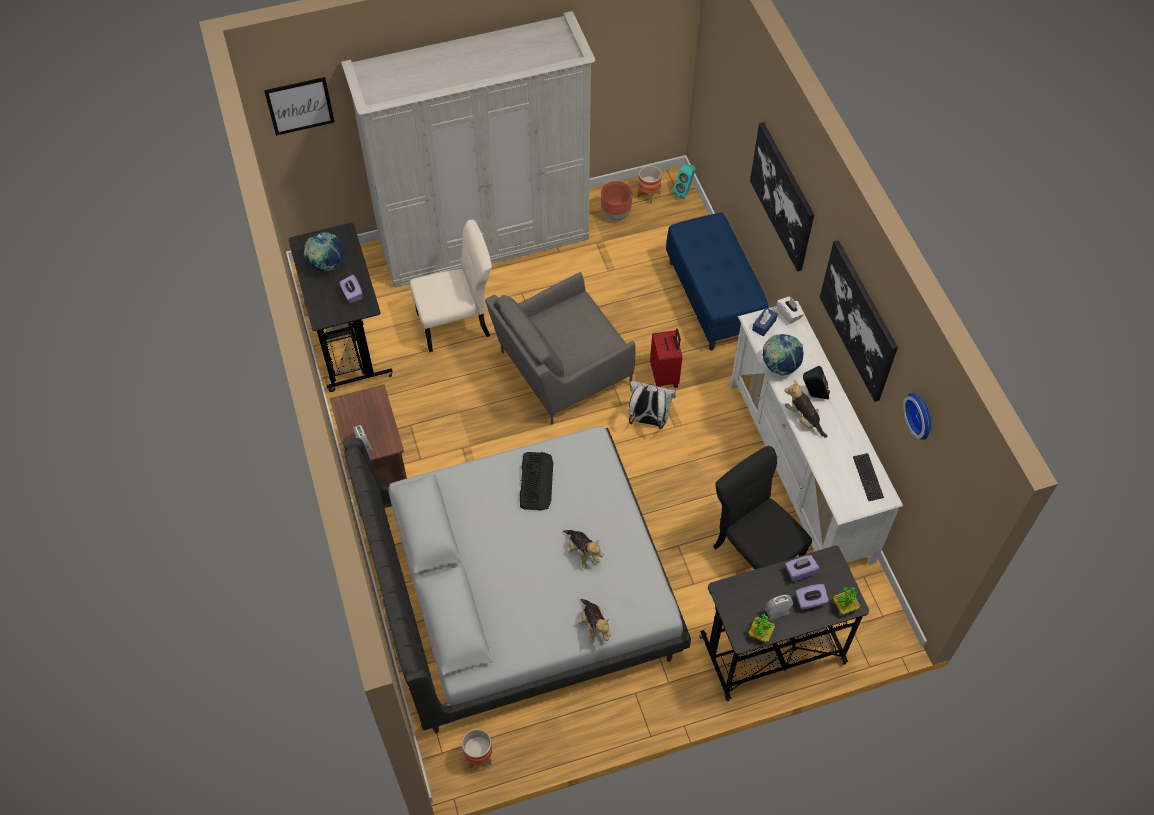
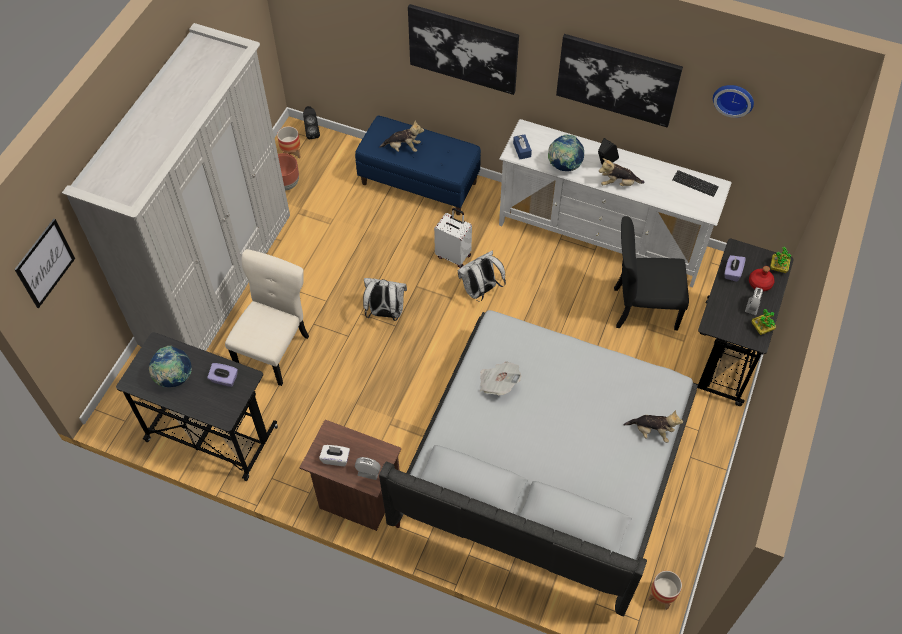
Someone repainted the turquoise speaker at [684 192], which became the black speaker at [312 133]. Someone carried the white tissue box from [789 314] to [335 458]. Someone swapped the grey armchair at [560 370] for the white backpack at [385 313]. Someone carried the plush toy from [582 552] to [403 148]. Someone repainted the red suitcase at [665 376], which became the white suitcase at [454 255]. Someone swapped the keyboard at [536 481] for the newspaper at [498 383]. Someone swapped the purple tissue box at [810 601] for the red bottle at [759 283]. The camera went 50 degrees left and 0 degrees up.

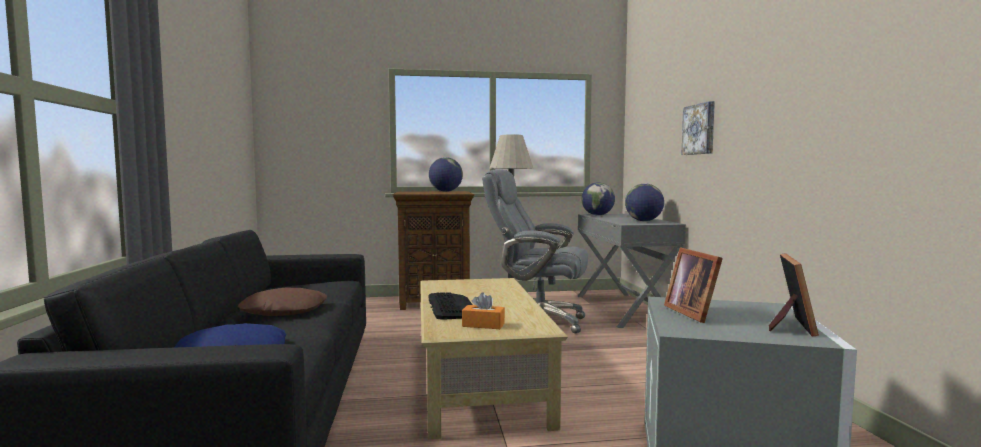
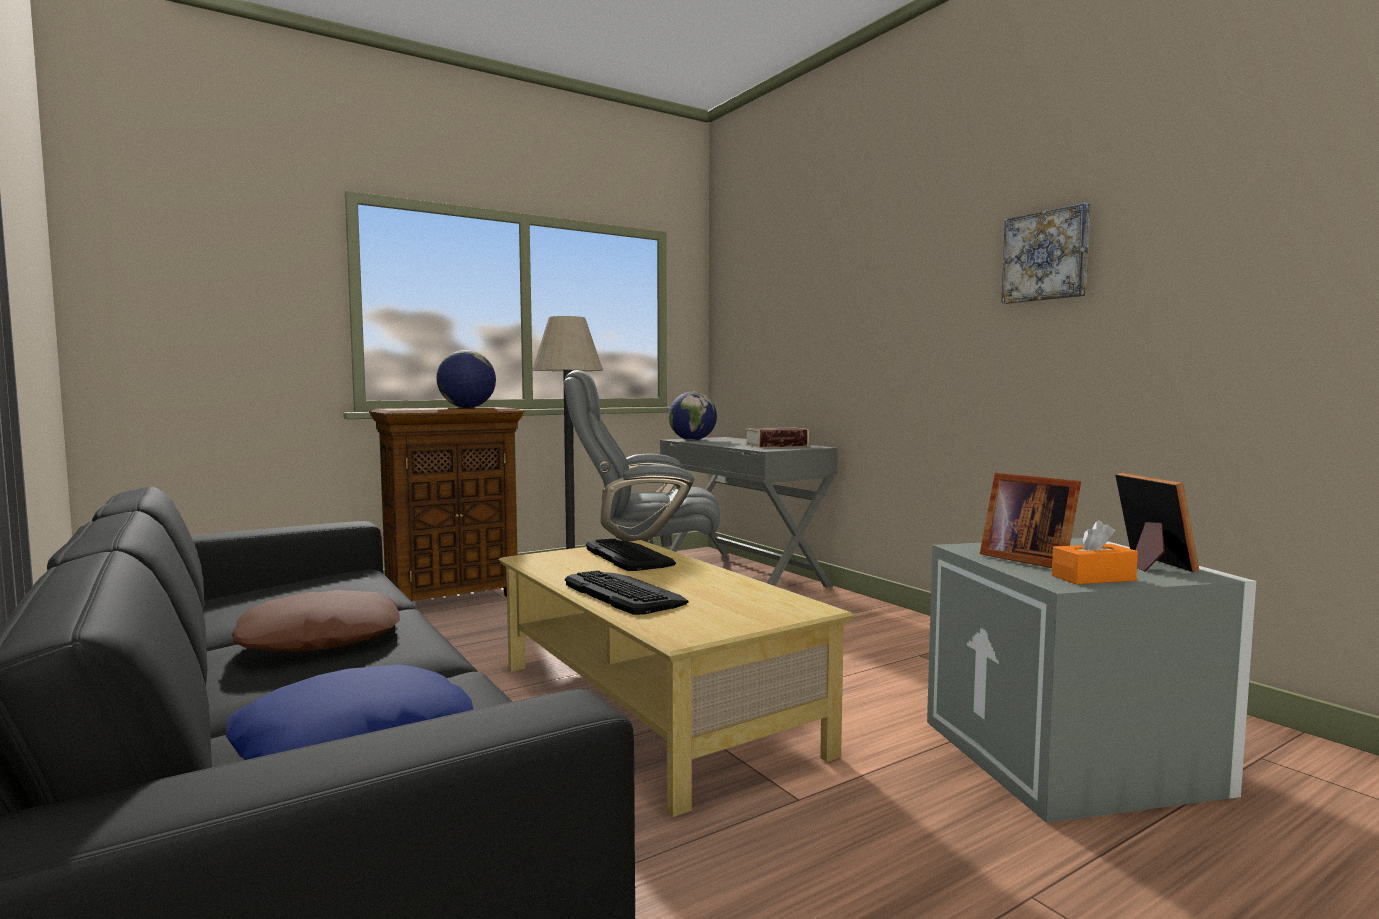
Someone put down the keyboard at [629 556]. Someone swapped the globe at [644 221] for the book at [776 445]. Someone carried the picture from [700 129] to [1046 256]. Someone carried the orange tissue box from [483 325] to [1093 578]. The camera went 25 degrees left and 0 degrees up.

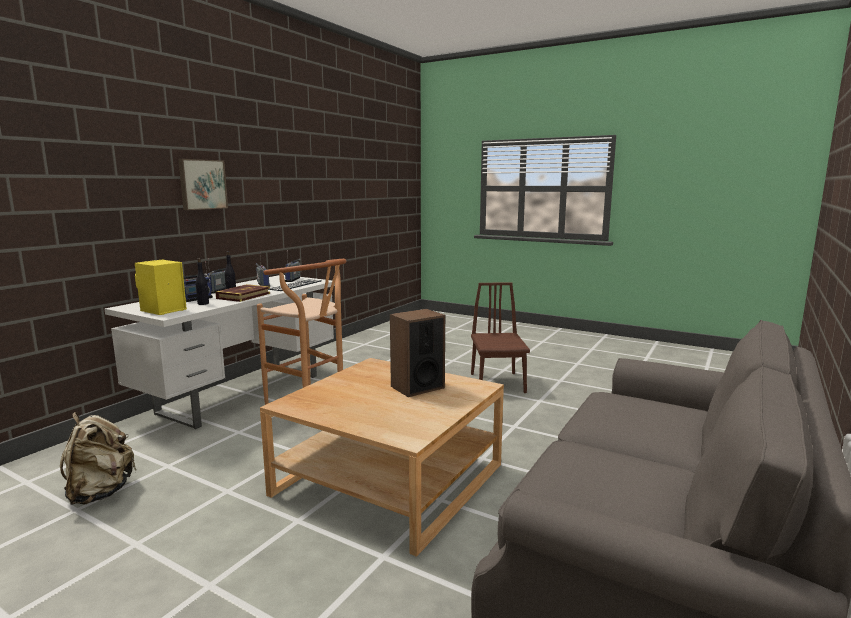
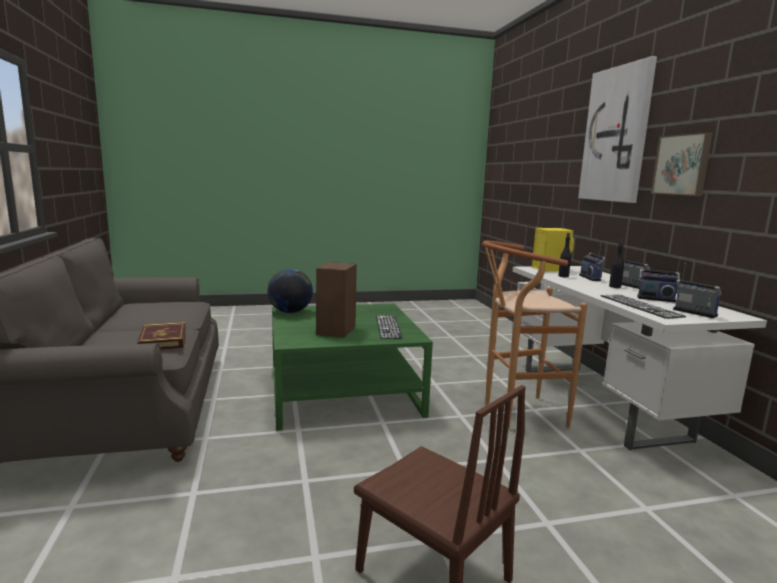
Someone carried the book from [243 296] to [163 340]. Someone put down the globe at [290 312]. Someone repainted the beige coffee table at [389 479], which became the green coffee table at [343 391]. Someone put down the keyboard at [388 327]. Someone put up the picture at [616 135]. Someone took away the beige backpack at [100 493]. The camera went 135 degrees right and 0 degrees up.

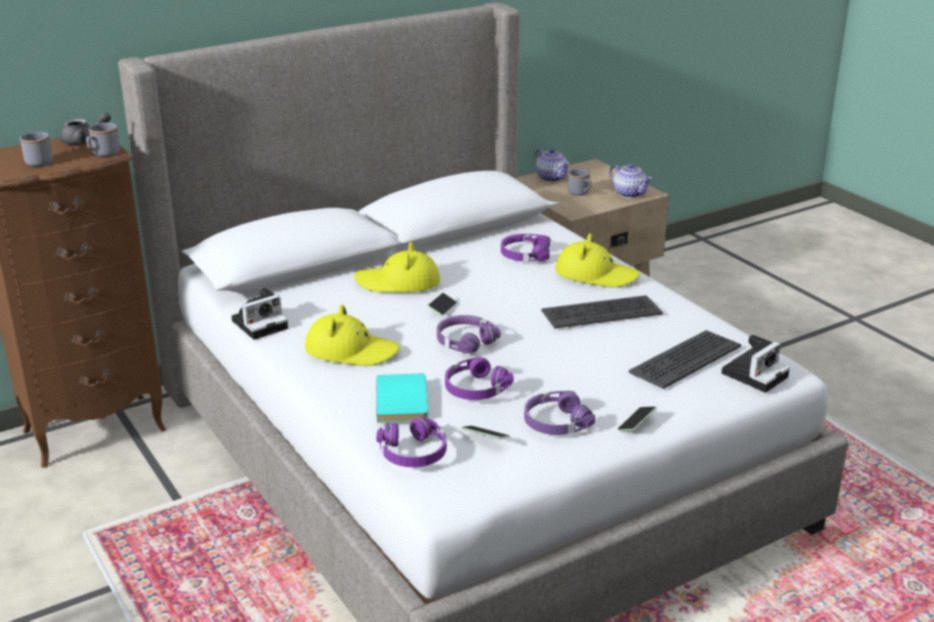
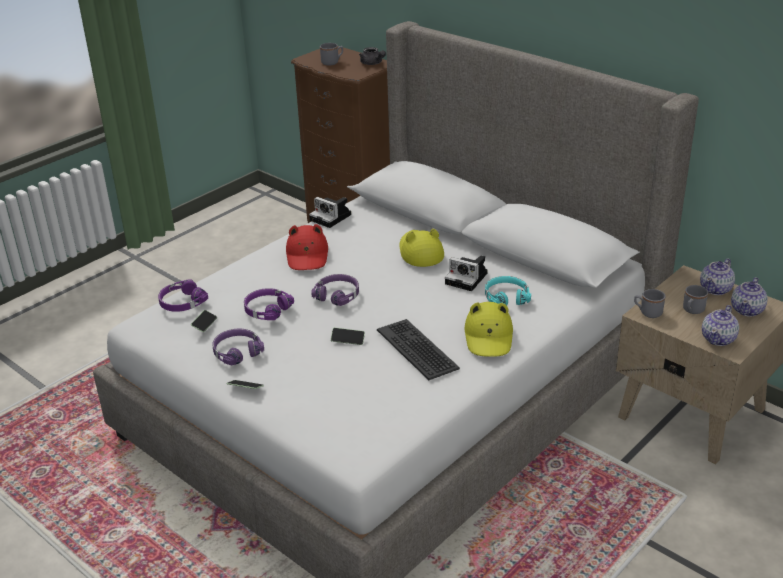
Someone repainted the yellow hat at [351 350], which became the red hat at [307 255]. Someone carried the phone from [442 309] to [348 340]. Someone carried the photo camera from [755 374] to [468 278]. Someone repainted the purple headphones at [525 255], which became the turquoise headphones at [506 297]. Someone carried the grey mug from [103 154] to [647 312]. Someone put down the teapot at [747 310]. Someone took away the turquoise book at [404 401]. Someone took away the keyboard at [684 359]. The camera went 75 degrees right and 5 degrees up.

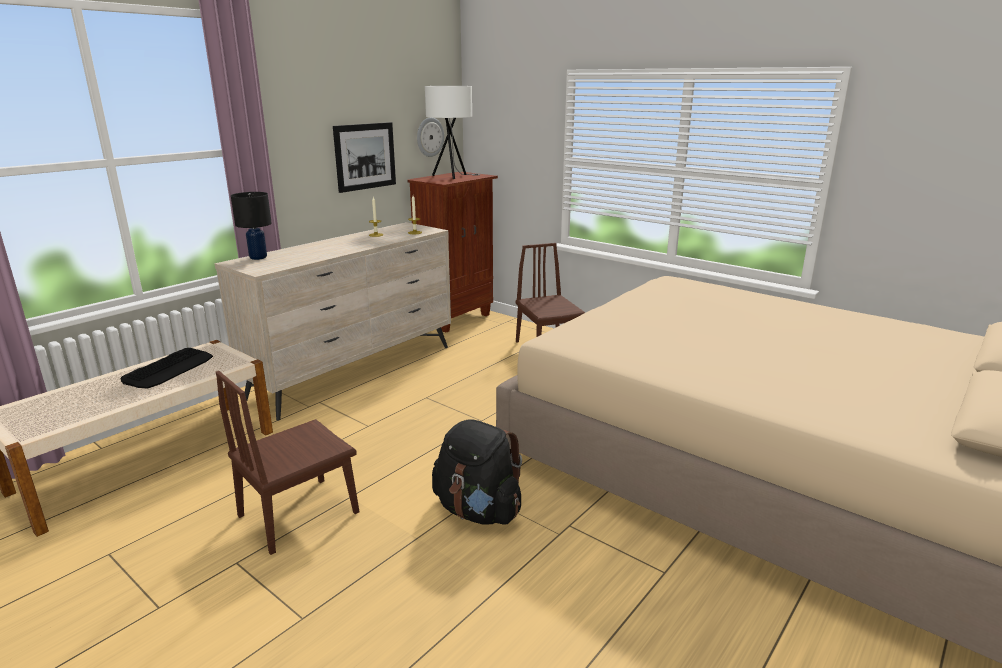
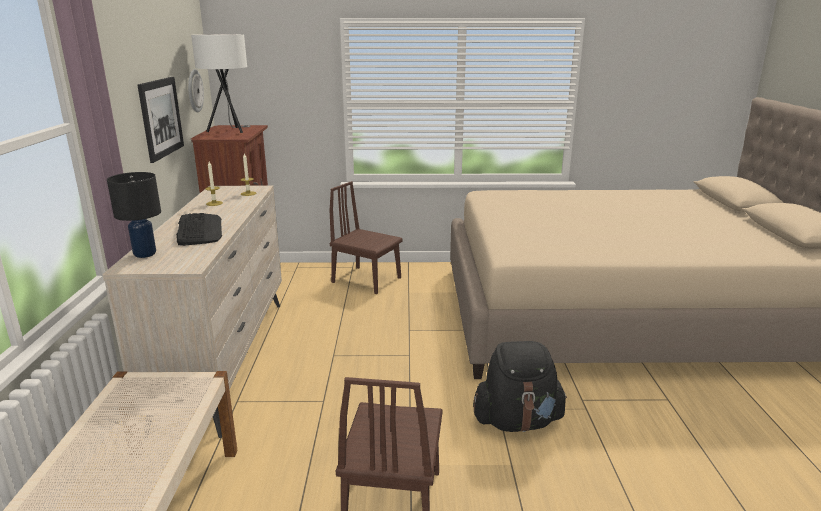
Someone carried the keyboard from [169 369] to [199 230]. The camera went 40 degrees left and 0 degrees up.

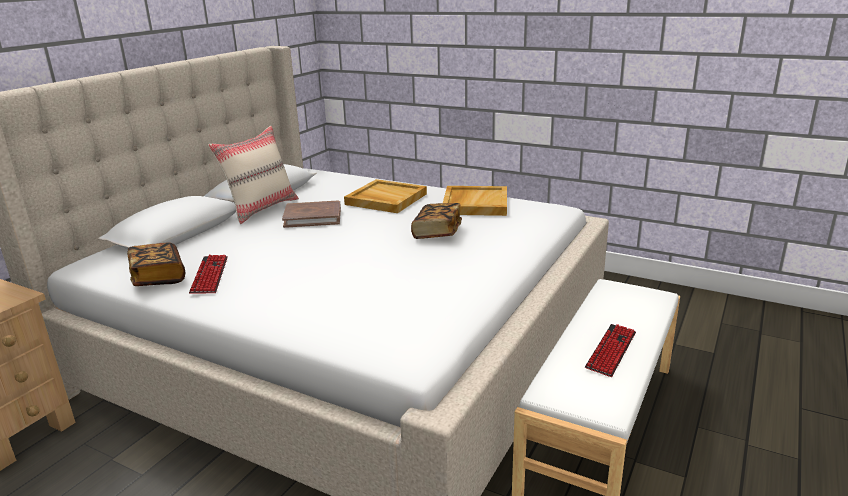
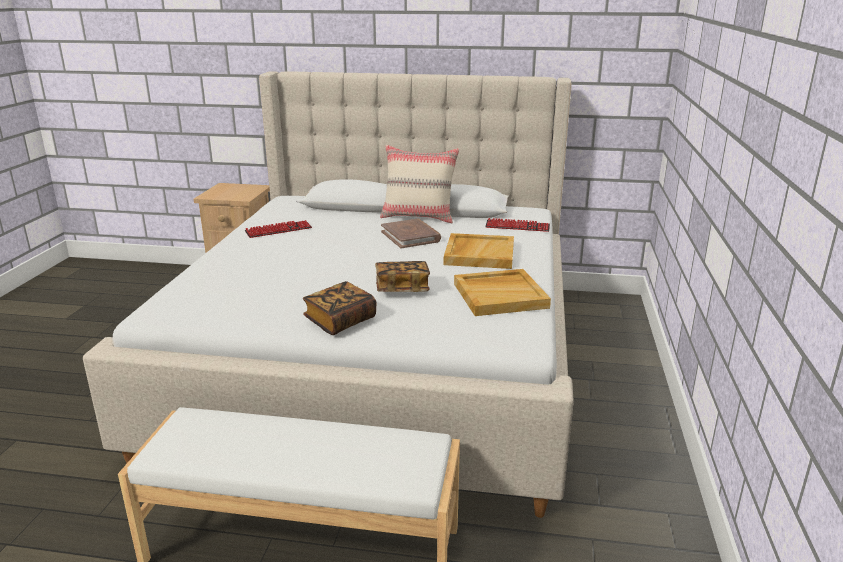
Someone carried the book from [158 277] to [340 321]. Someone carried the keyboard from [611 351] to [517 227]. The camera went 70 degrees right and 0 degrees up.

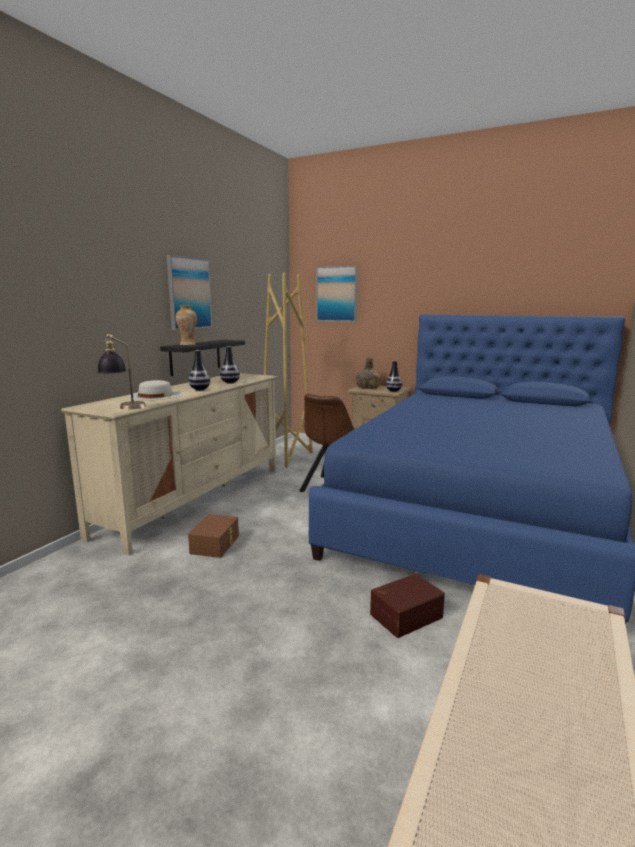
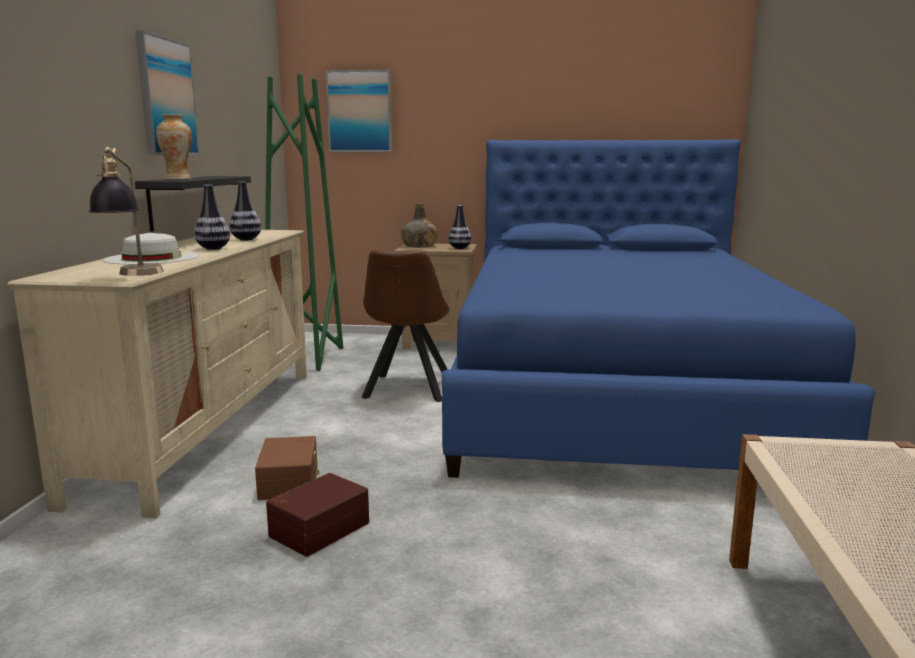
Someone repainted the yellow clothes rack at [286 457], which became the green clothes rack at [308 358]. Someone carried the brown storage box from [405 615] to [318 528]. The camera went 20 degrees left and 0 degrees up.

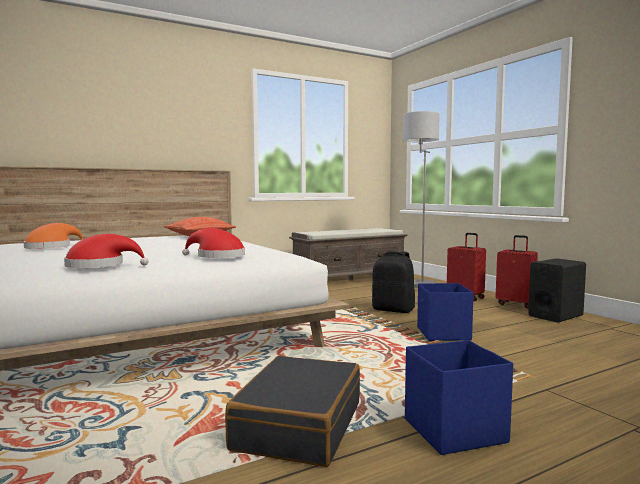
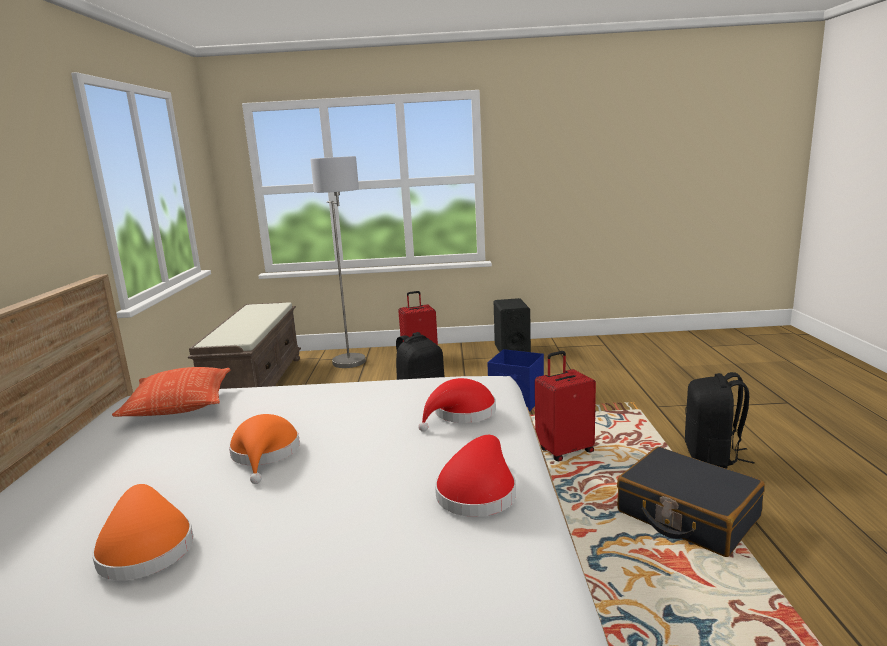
Someone put down the orange hat at [265 454]. Someone carried the red suitcase from [516 304] to [564 450]. Someone swapped the blue storage box at [453 431] for the black backpack at [712 456]. The camera went 60 degrees left and 10 degrees up.

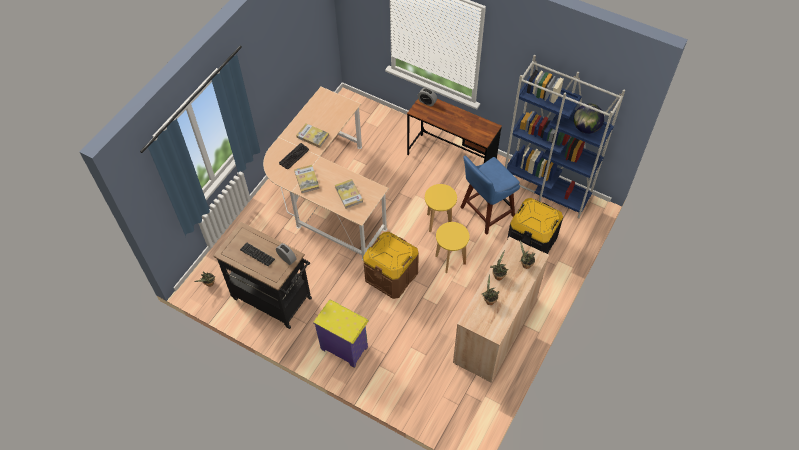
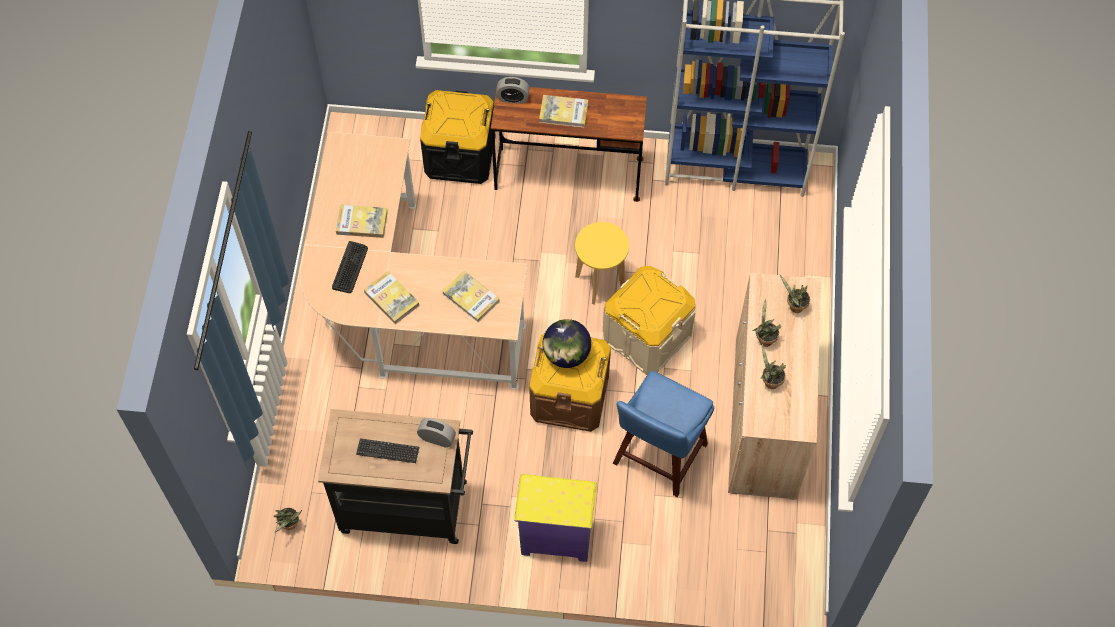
Someone carried the black storage box from [531 241] to [460 155]. Someone put down the book at [563 112]. Someone carried the globe from [585 128] to [566 354]. Someone swapped the yellow stool at [450 260] for the beige storage box at [647 336]. Someone carried the blue chair from [485 213] to [657 457]. The camera went 25 degrees left and 5 degrees up.

